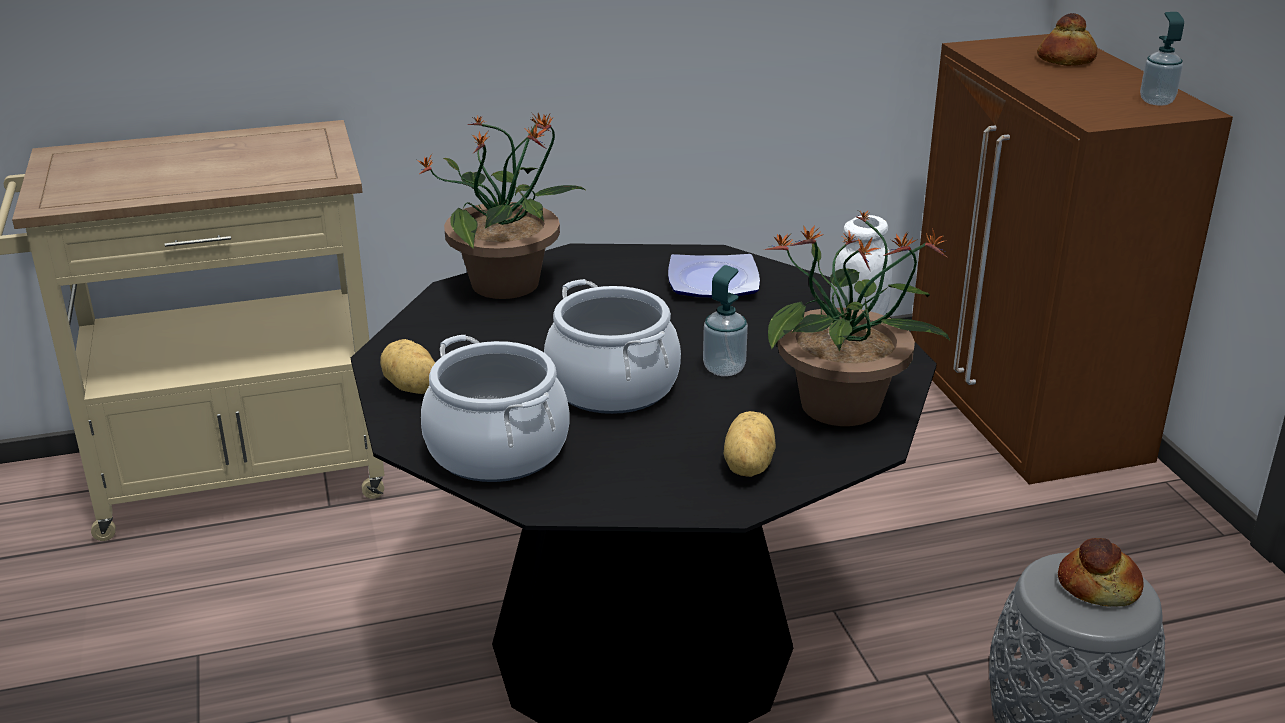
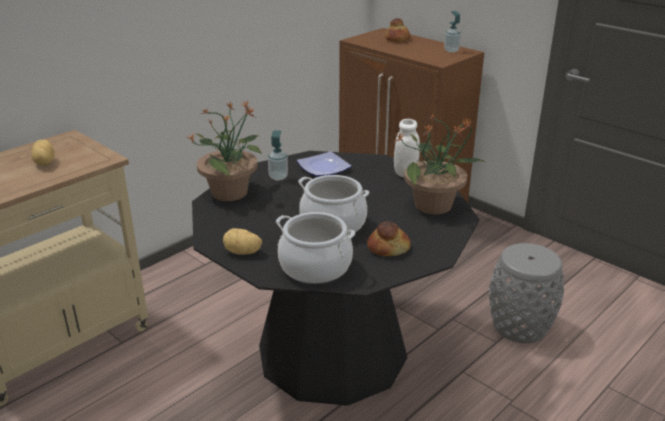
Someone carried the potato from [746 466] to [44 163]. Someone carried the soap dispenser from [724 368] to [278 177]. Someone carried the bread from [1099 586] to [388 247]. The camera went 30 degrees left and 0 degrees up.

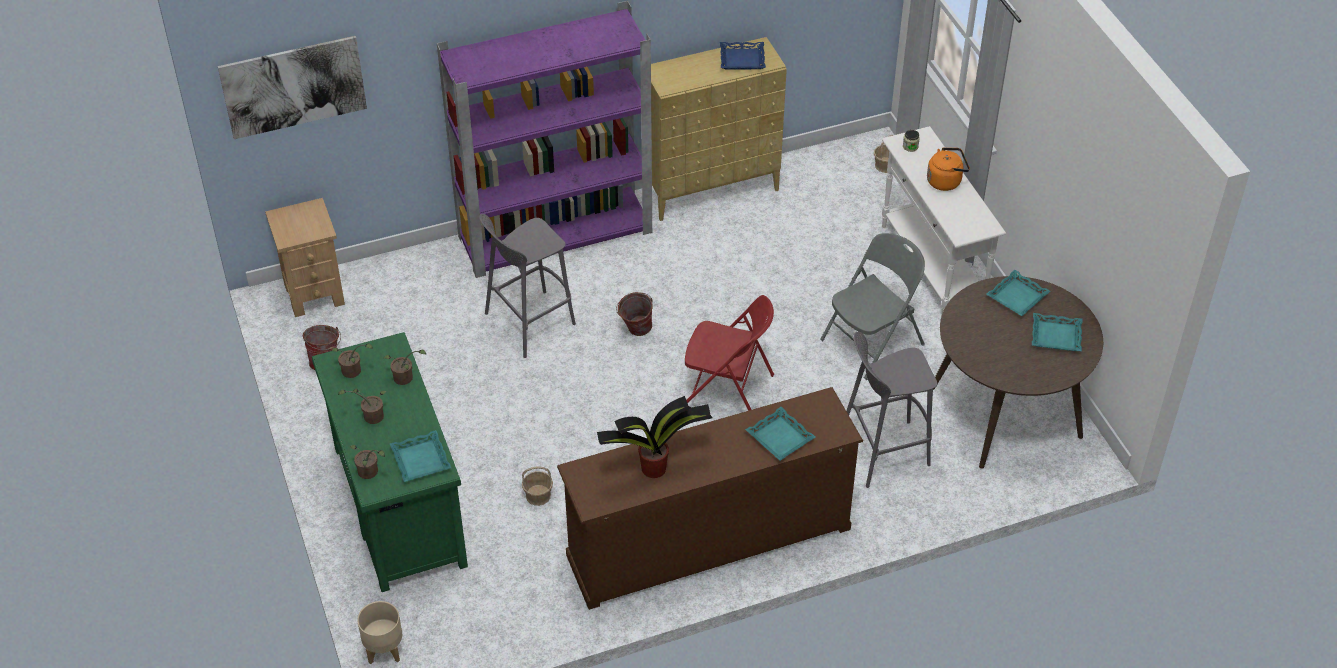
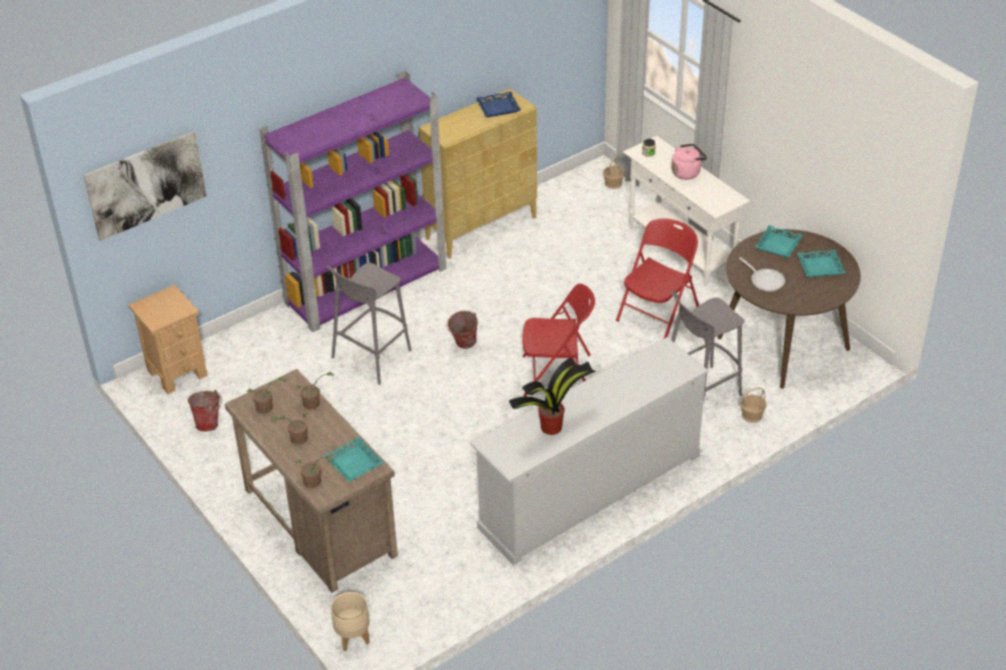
Someone repainted the green desk at [398 506], which became the brown desk at [318 522]. Someone repainted the brown cabinet at [708 542], which became the white cabinet at [590 491]. Someone repainted the grey chair at [872 342], which became the red chair at [658 314]. Someone repainted the orange kettle at [946 181], which became the pink kettle at [687 172]. Someone put down the frying pan at [765 280]. Someone carried the basket from [538 495] to [752 415]. Someone took away the turquoise tray at [780 437]. The camera went 15 degrees left and 5 degrees down.

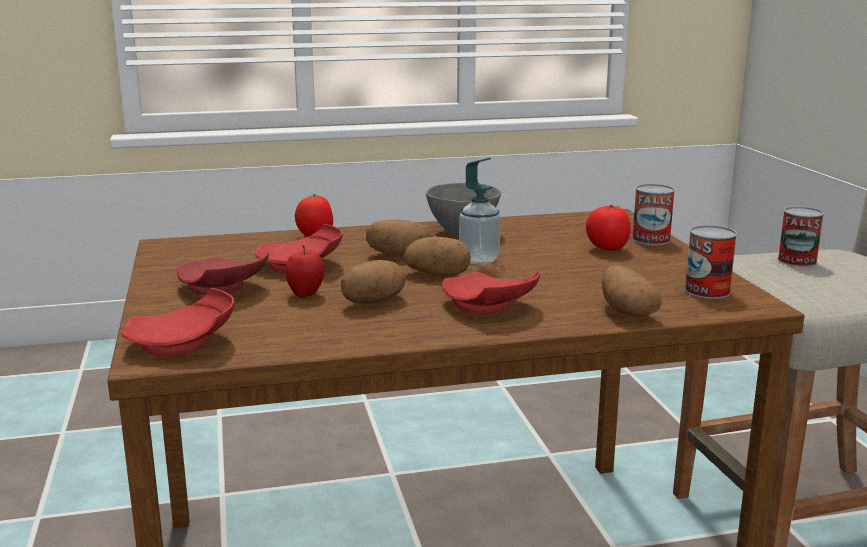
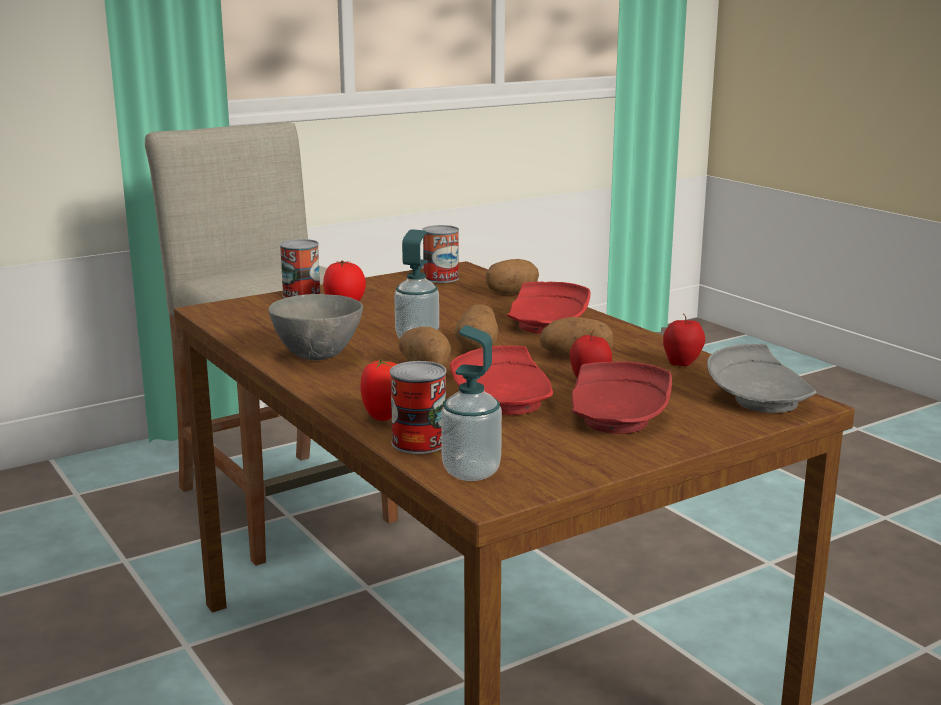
Someone carried the can from [797 261] to [419 442]. Someone put down the soap dispenser at [471 472]. Someone put down the apple at [682 364]. Someone repainted the red plate at [184 344], which became the grey plate at [760 399]. The camera went 110 degrees left and 0 degrees up.

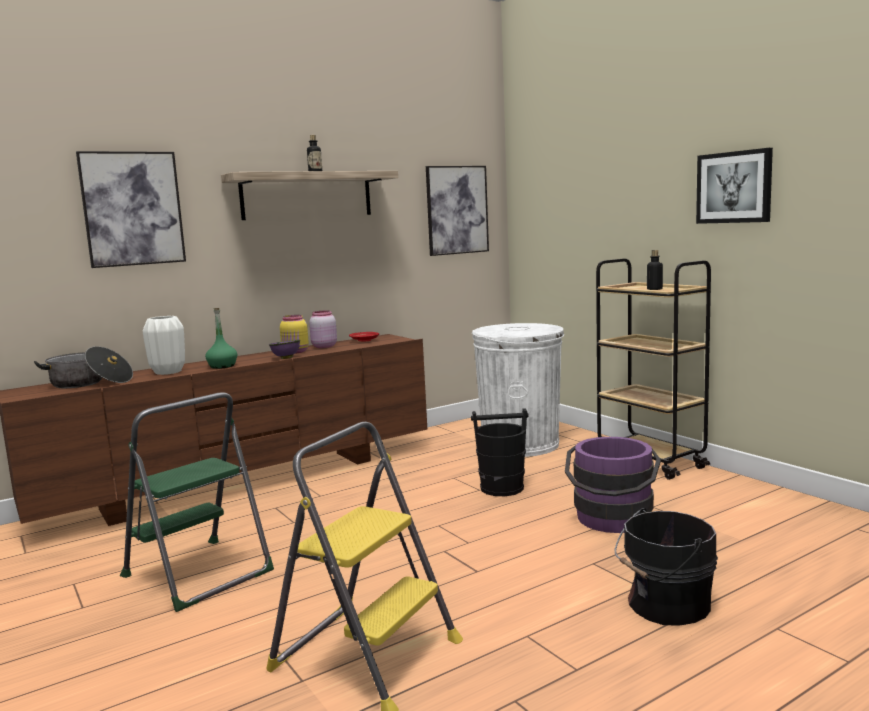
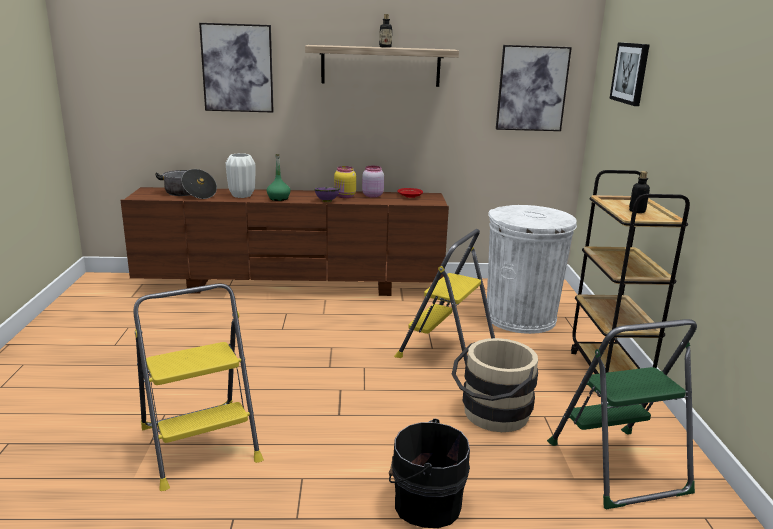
Someone swapped the black bucket at [502 488] for the yellow step ladder at [450 353]. Someone repainted the purple bucket at [612 521], which became the beige bucket at [491 415]. Someone carried the green step ladder from [199 575] to [619 469]. Someone carried the picture from [734 187] to [630 73]. The camera went 30 degrees right and 10 degrees up.

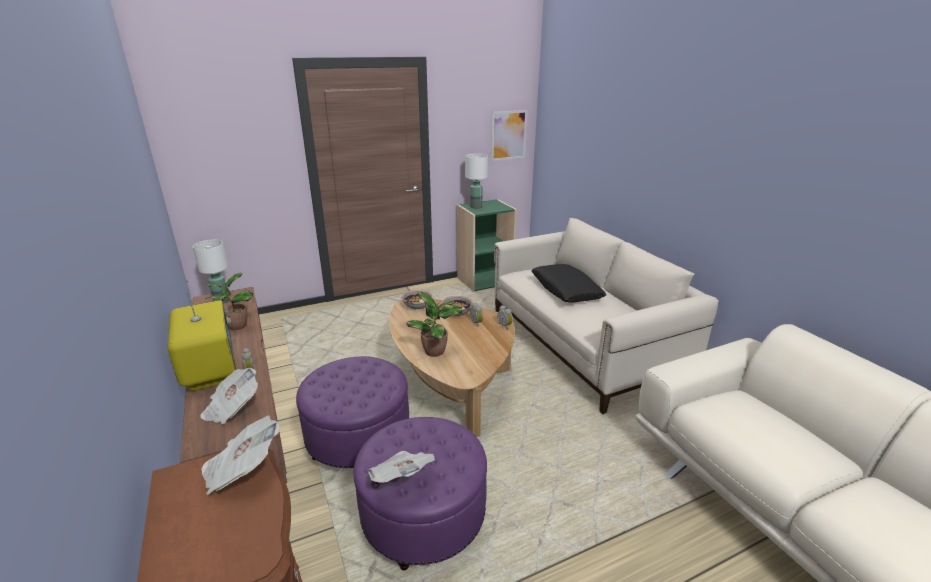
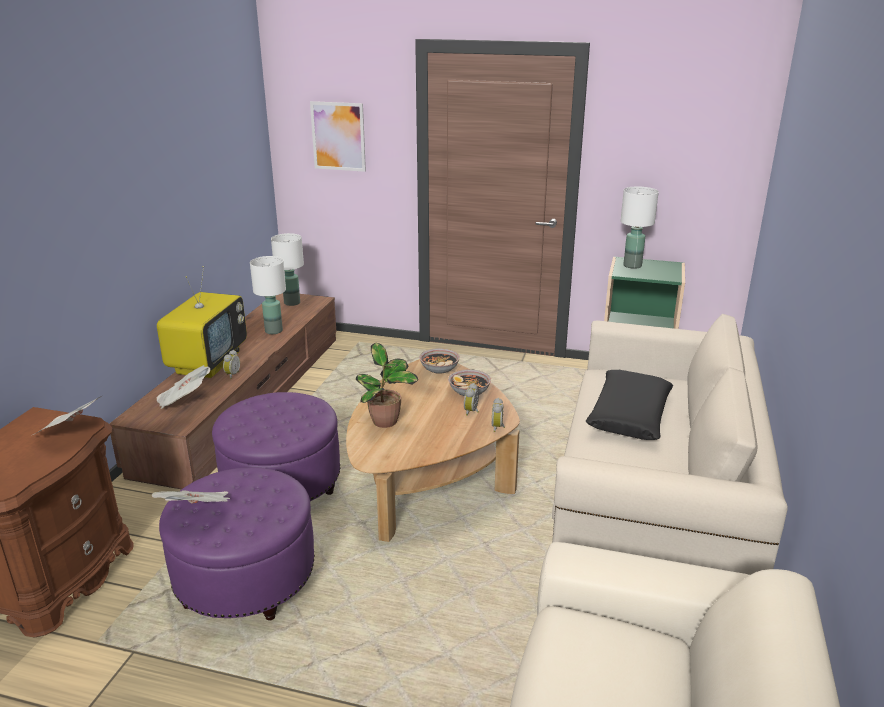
Someone swapped the potted plant at [236 326] for the white table lamp at [273 331]. Someone carried the picture from [508 135] to [338 136]. The camera went 40 degrees right and 0 degrees up.

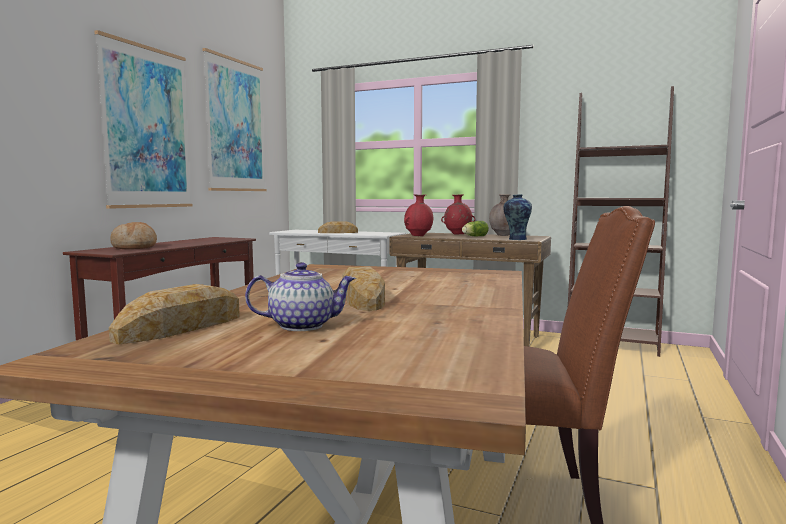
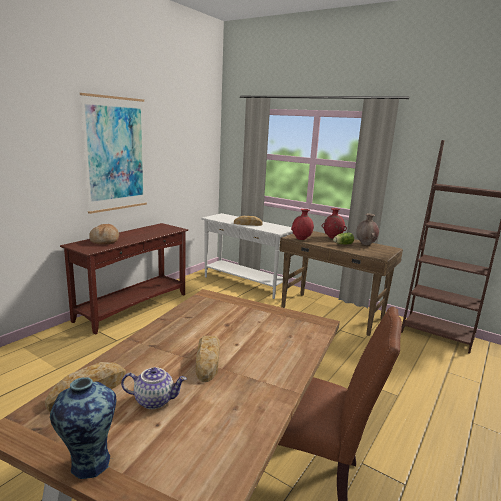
Someone carried the vase from [516 239] to [89 463]. Someone took away the picture at [235 126]. The camera went 10 degrees right and 10 degrees up.

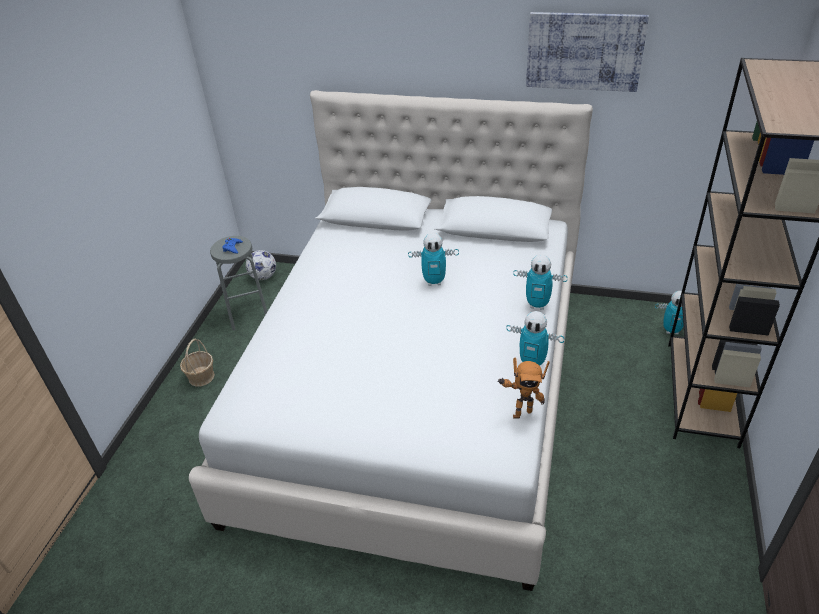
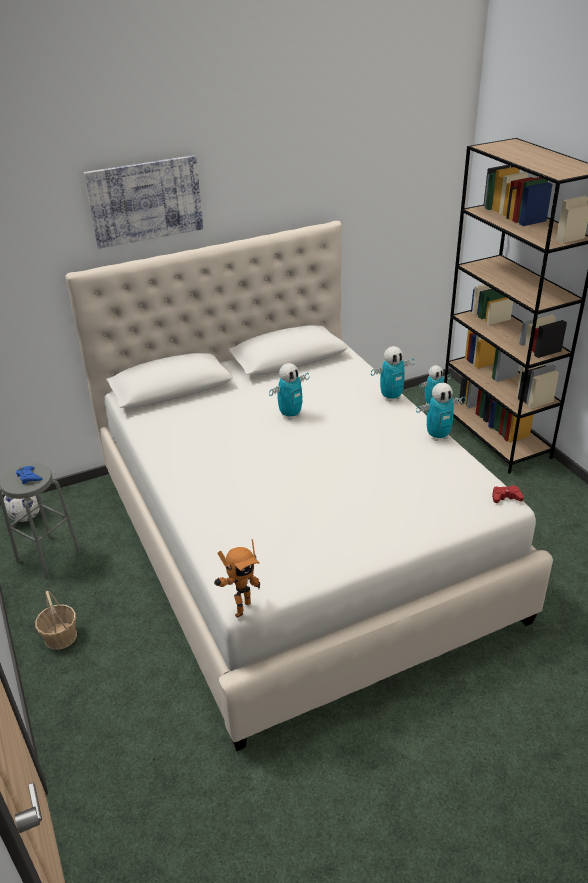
Someone carried the picture from [584 51] to [145 201]. Someone carried the toy robot from [520 412] to [240 608]. Someone put down the red game controller at [506 497]. The camera went 40 degrees left and 5 degrees down.

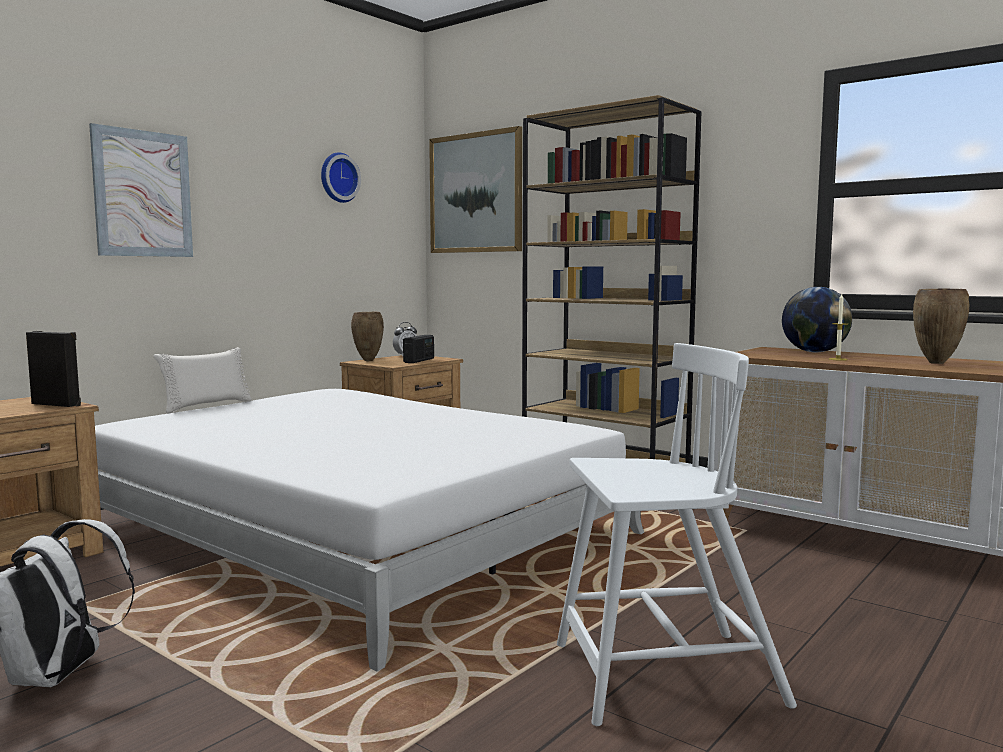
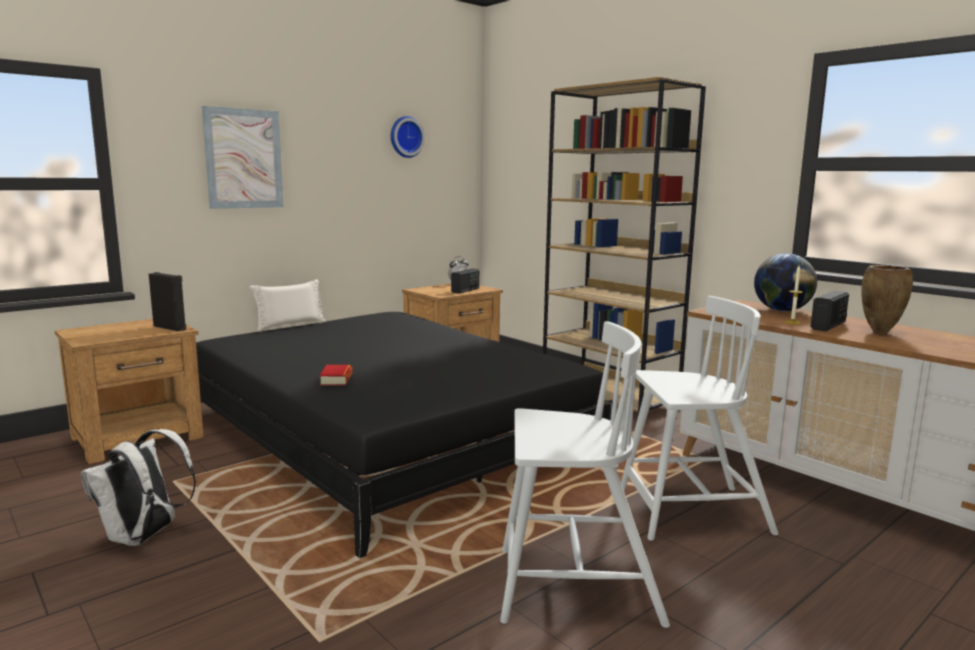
Someone repainted the white bed at [351 531], which became the black bed at [386 434]. Someone put down the book at [336 379]. Someone put down the white chair at [690 512]. Someone put down the radio at [828 326]. Someone took away the brown vase at [367 360]. Someone took away the picture at [475 193]. The camera went 10 degrees right and 5 degrees up.

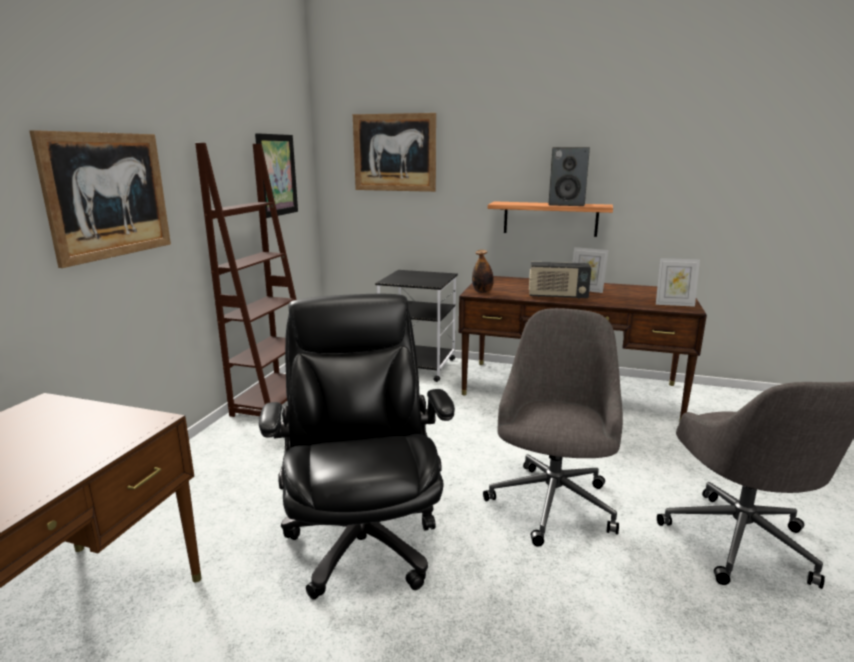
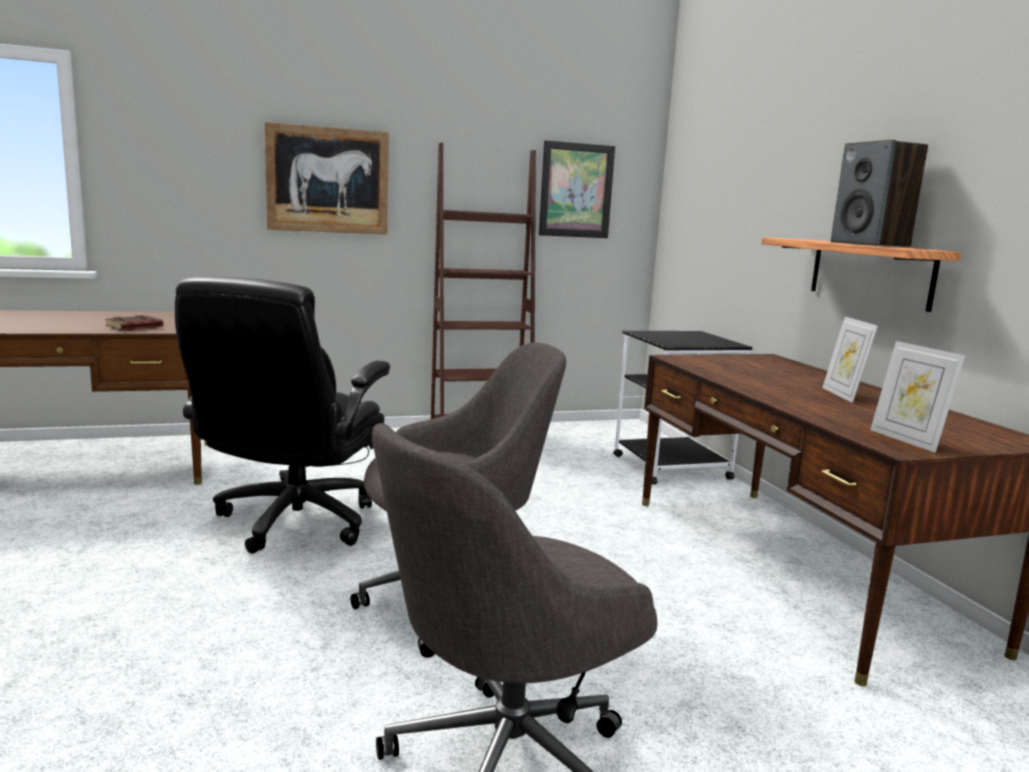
Someone put down the brown book at [134 327]. Someone rotated the black office chair at [363 540] by 150 degrees clockwise. Someone took away the picture at [394 152]. Someone took away the bottle at [482 292]. Someone took away the radio at [557 296]. The camera went 55 degrees right and 5 degrees down.

